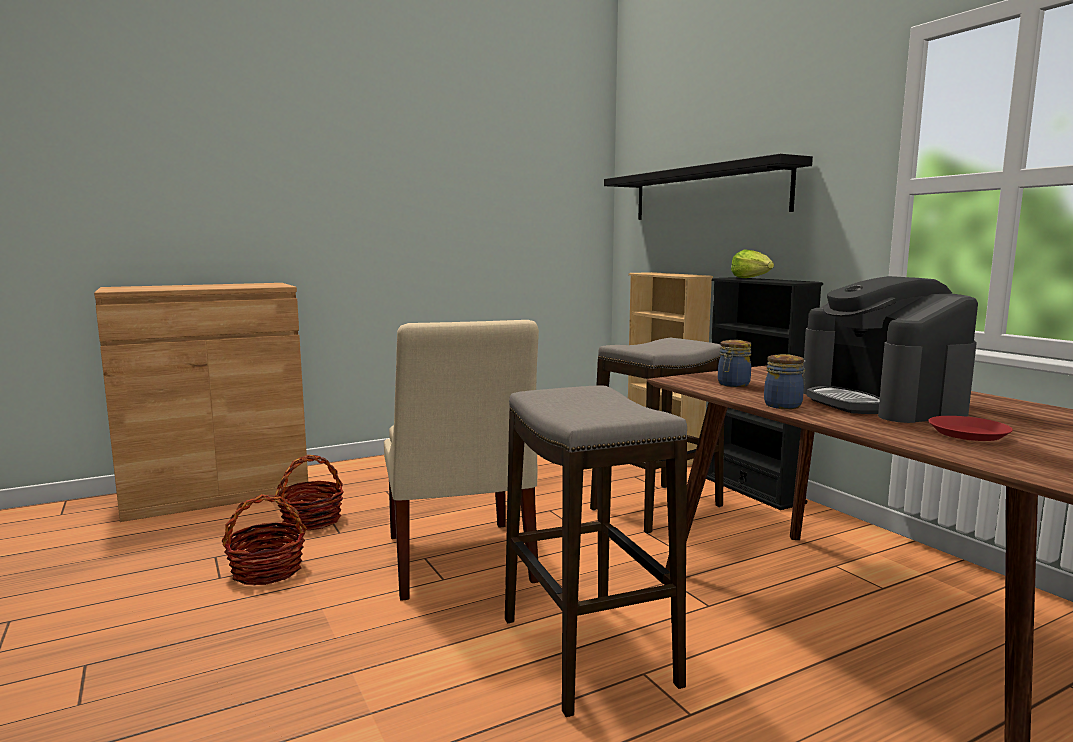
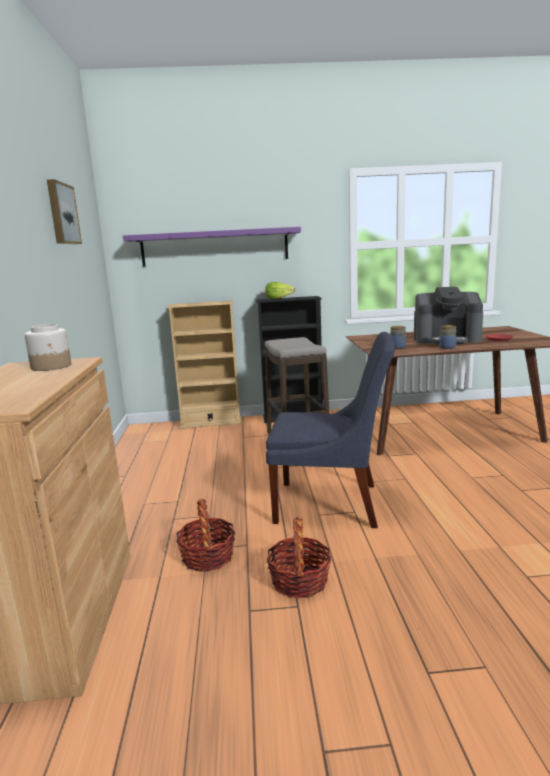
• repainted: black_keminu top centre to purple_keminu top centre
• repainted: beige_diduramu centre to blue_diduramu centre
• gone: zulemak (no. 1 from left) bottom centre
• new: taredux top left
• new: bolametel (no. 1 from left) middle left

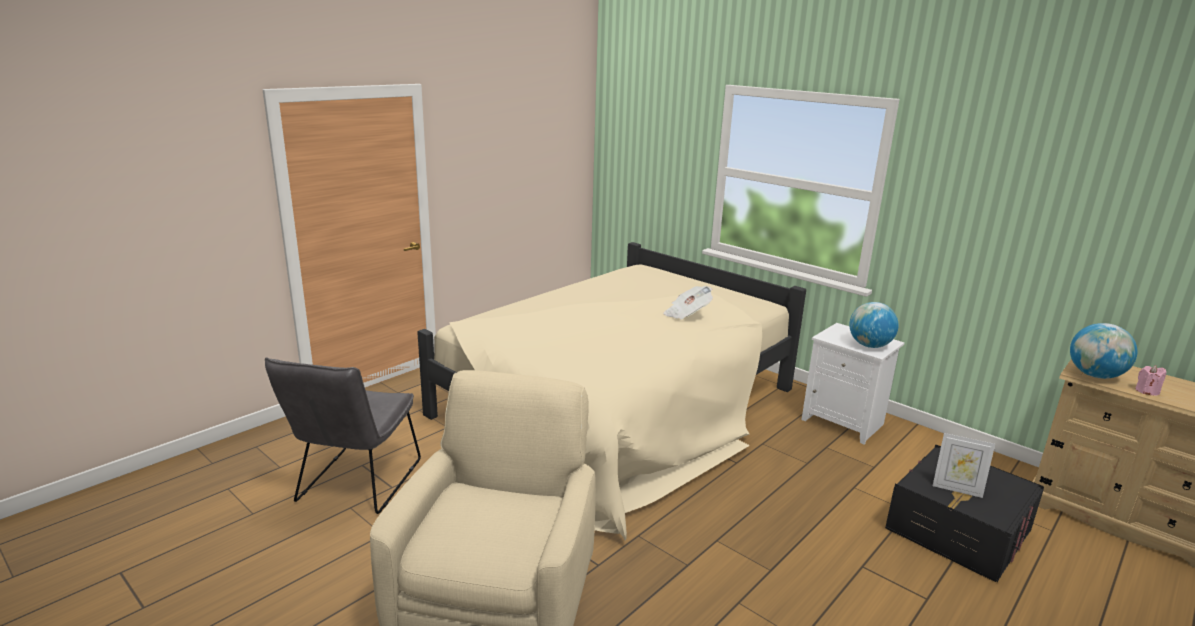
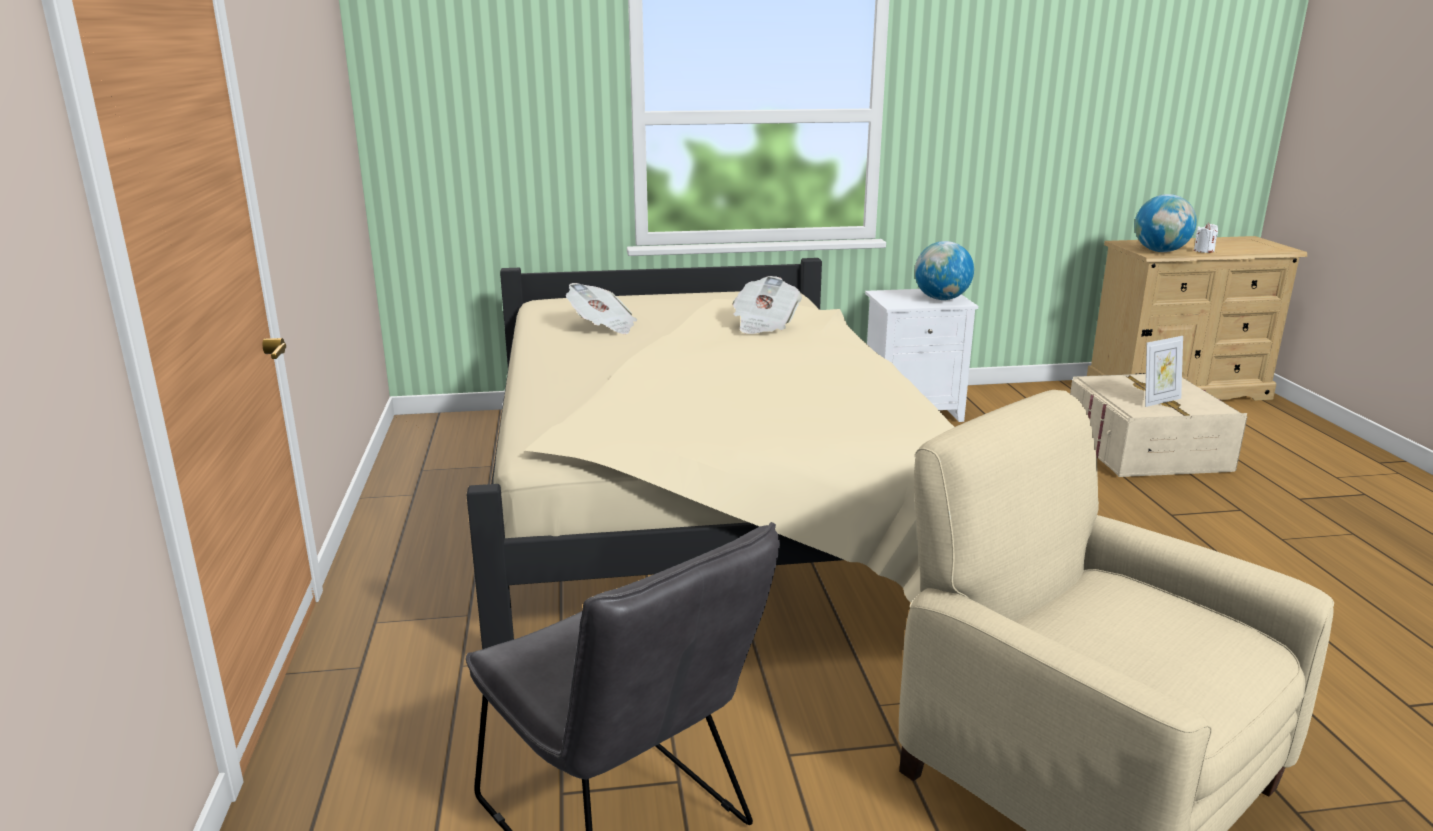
• repainted: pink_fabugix middle right to white_fabugix top right
• repainted: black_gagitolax bottom right to beige_gagitolax middle right
• new: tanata (no. 1 from left) centre

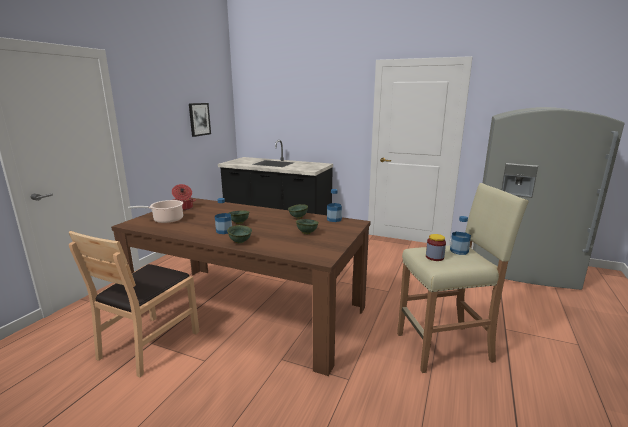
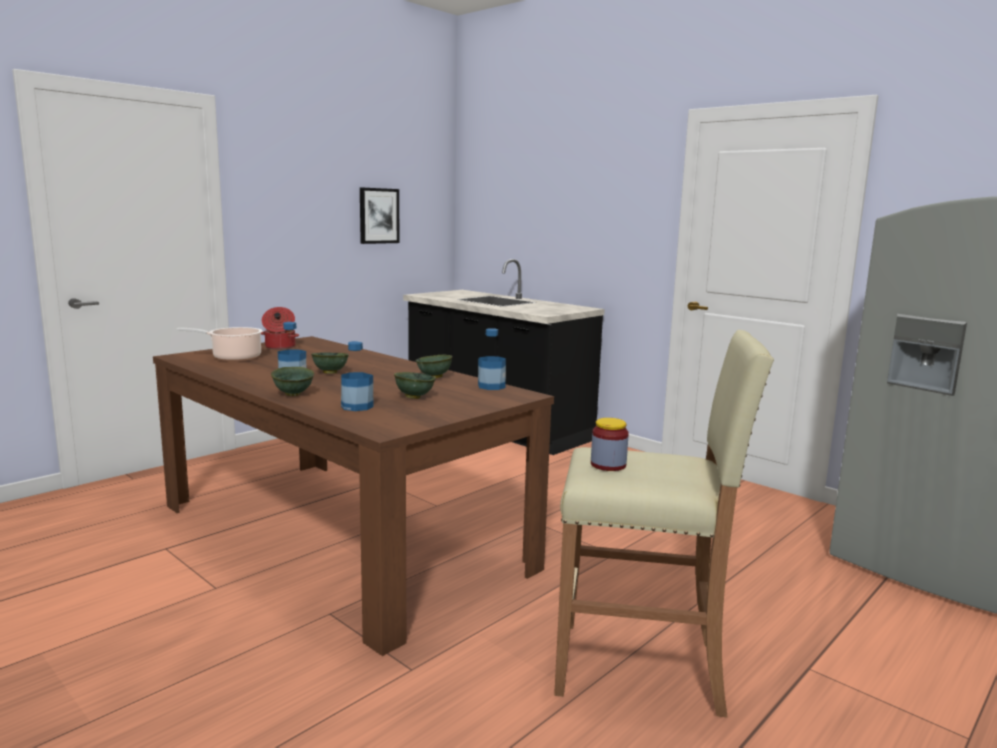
• shifted: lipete (no. 3 from left in the first image) middle right to lipete (no. 2 from left) centre
• gone: brown_diduramu bottom left

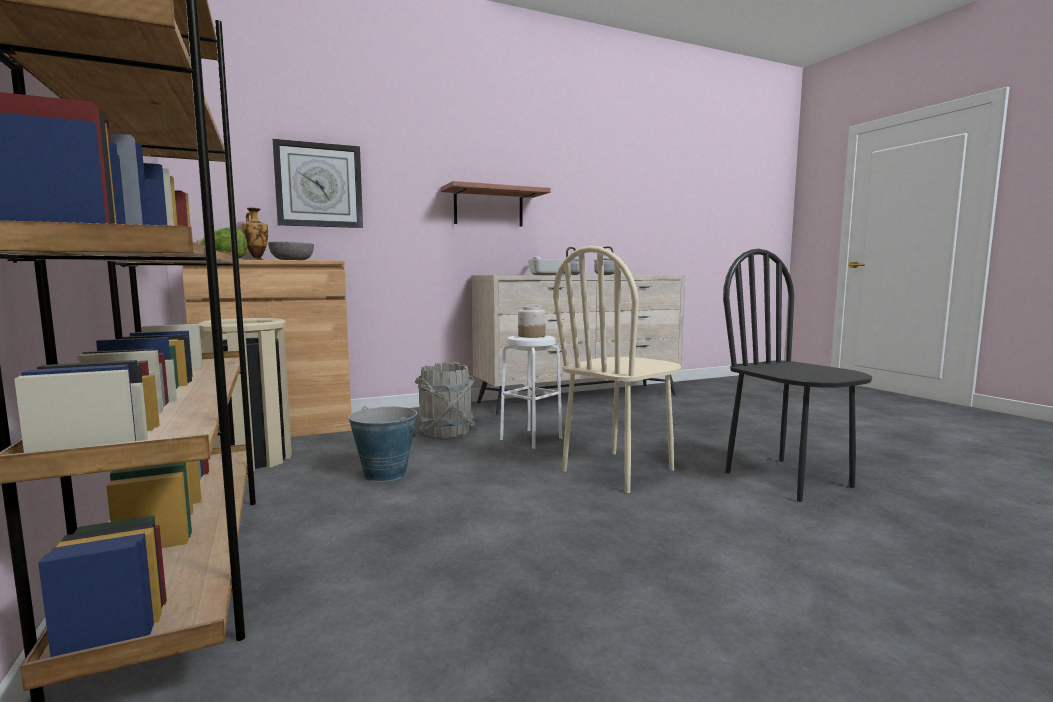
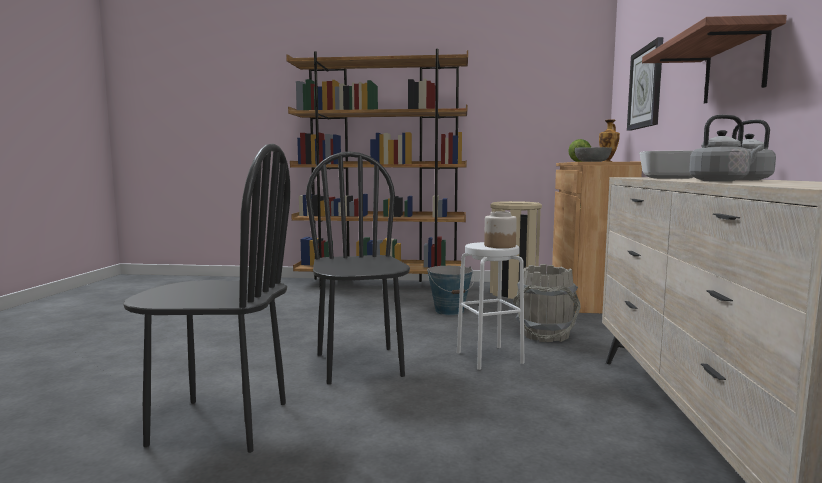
• repainted: beige_diduramu centre to black_diduramu (no. 2 from left) centre

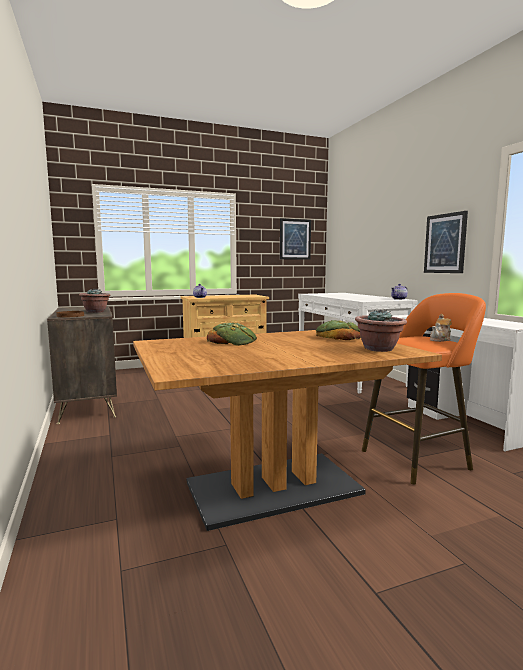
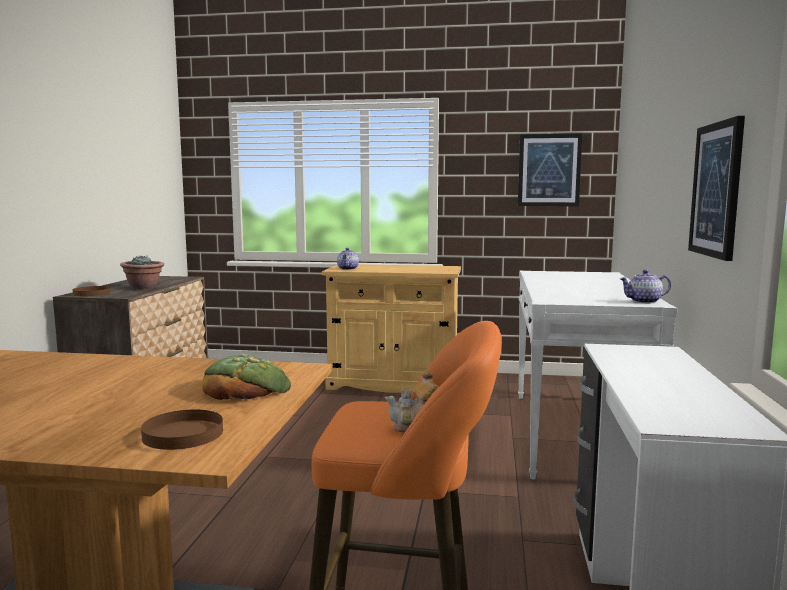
• swapped: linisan (no. 2 from left) middle right to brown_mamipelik (no. 2 from left) bottom left
• gone: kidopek (no. 1 from left) centre

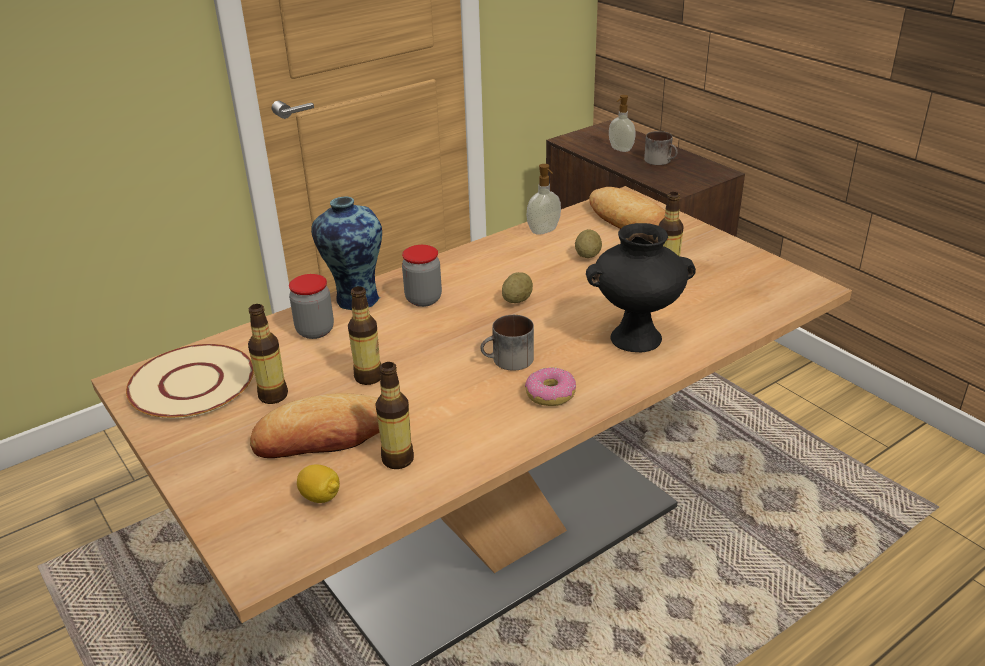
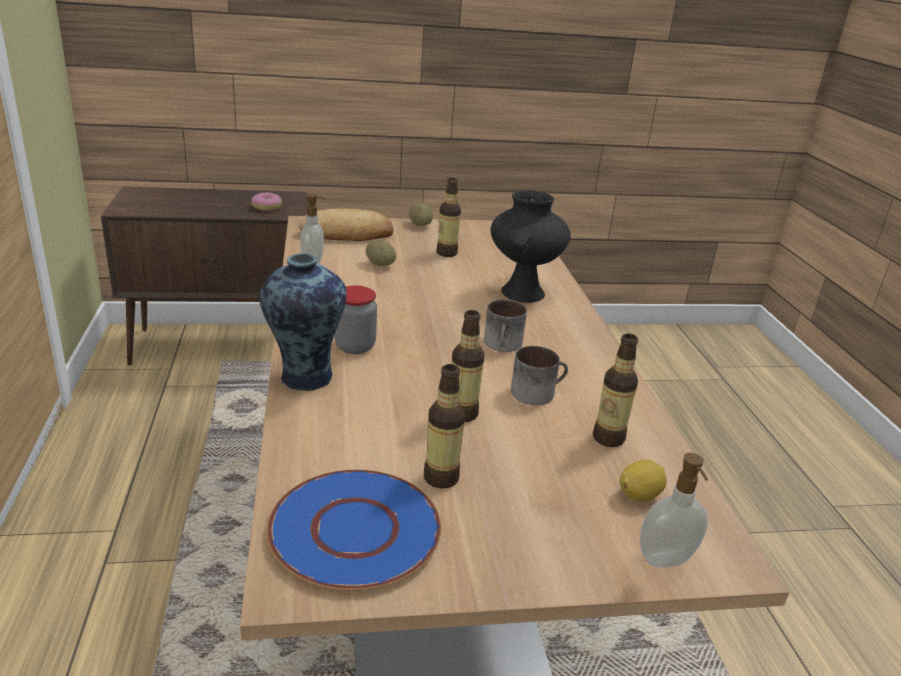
• shifted: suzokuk (no. 2 from left) top centre to bottom right
• shifted: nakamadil (no. 2 from left) top right to centre
• shifted: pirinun (no. 1 from left in the first image) centre to pirinun (no. 2 from left) top centre
• gone: bolametel (no. 1 from left) middle left
• repainted: beige_mamipelik middle left to blue_mamipelik bottom centre
• shifted: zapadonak centre to top left
• gone: kidopek (no. 1 from left) middle left

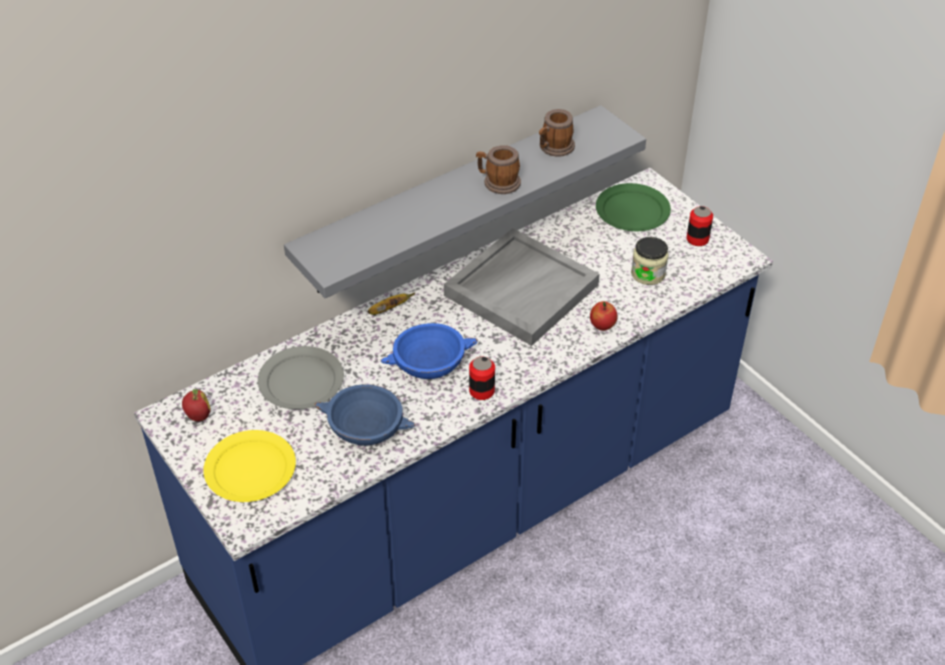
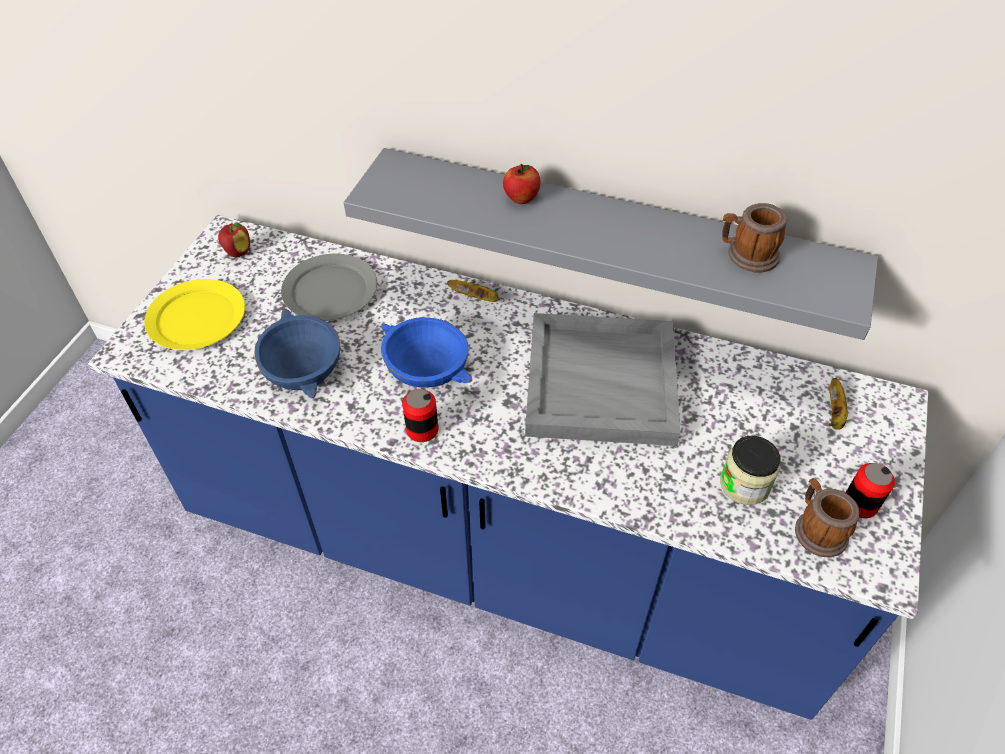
• shifted: nakamadil (no. 1 from left in the first image) top centre to nakamadil (no. 2 from left) bottom right
• swapped: green_mamipelik top right to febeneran (no. 2 from left) middle right
• shifted: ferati (no. 2 from left) centre to top centre

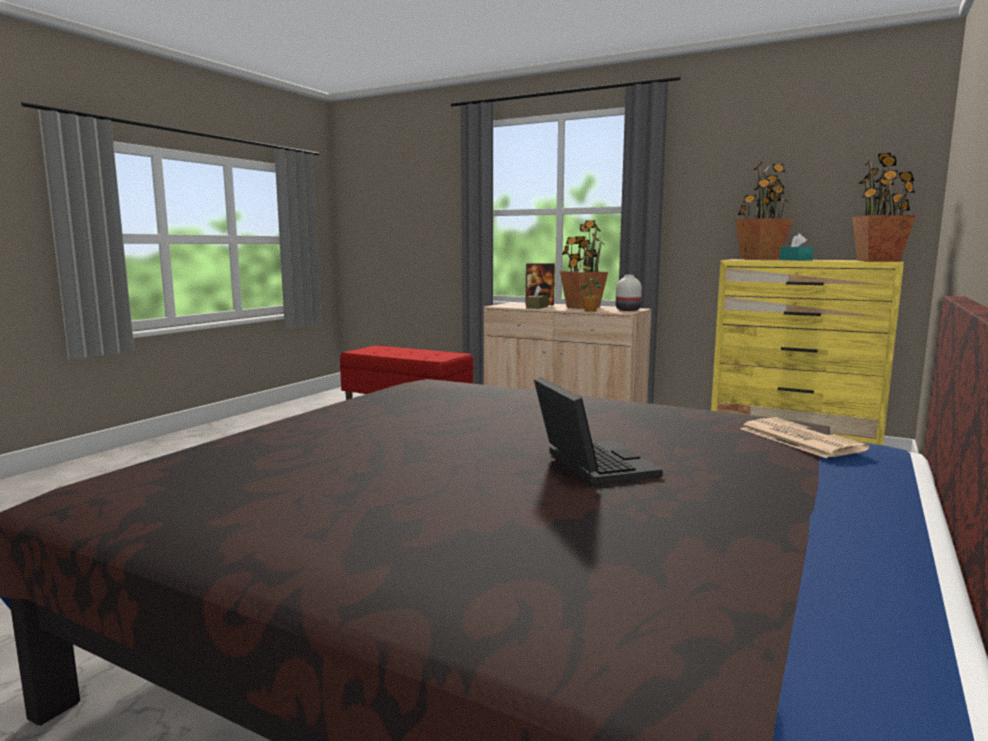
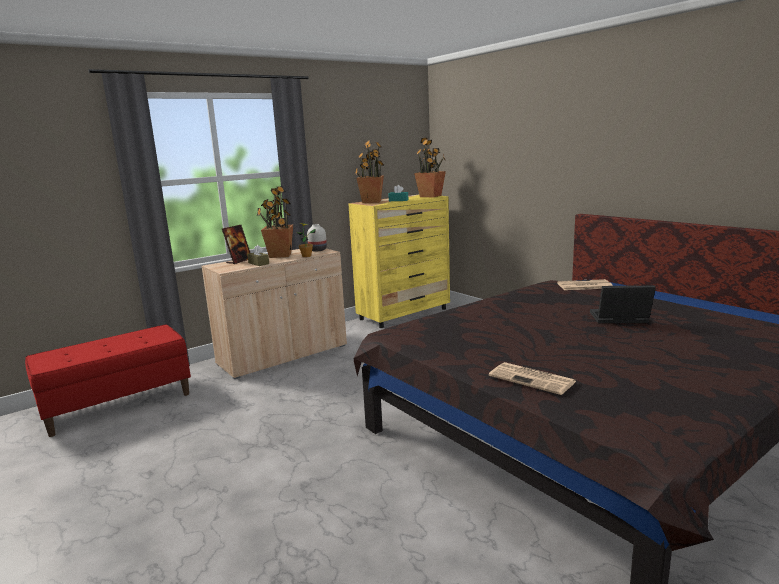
• new: tanata (no. 1 from left) middle right

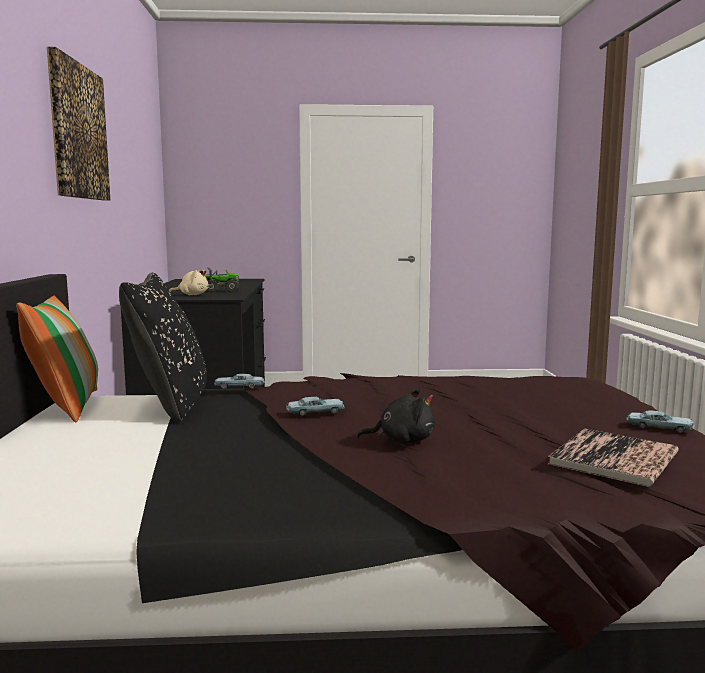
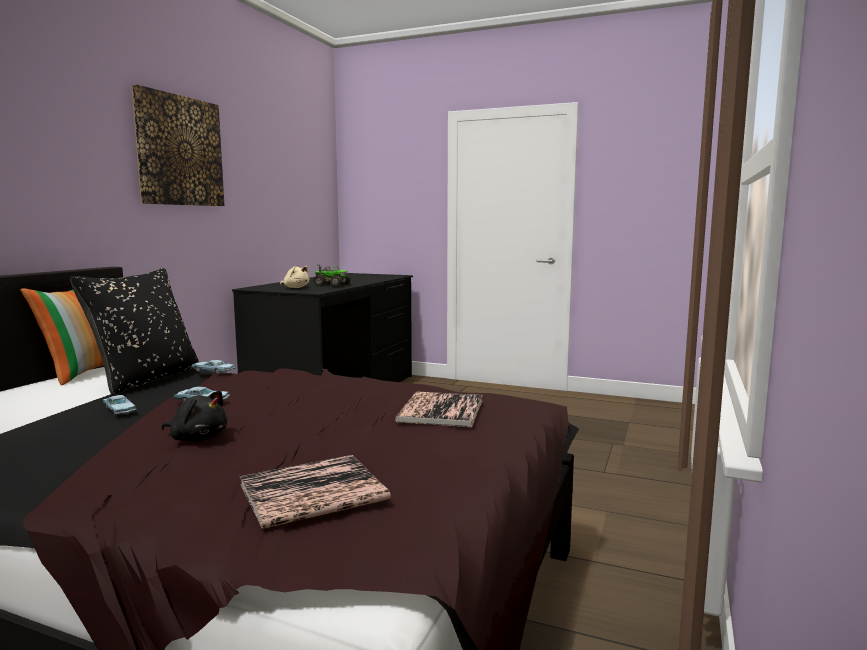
• shifted: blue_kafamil (no. 3 from left in the first image) middle right to blue_kafamil (no. 1 from left) middle left
• new: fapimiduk (no. 2 from left) centre

